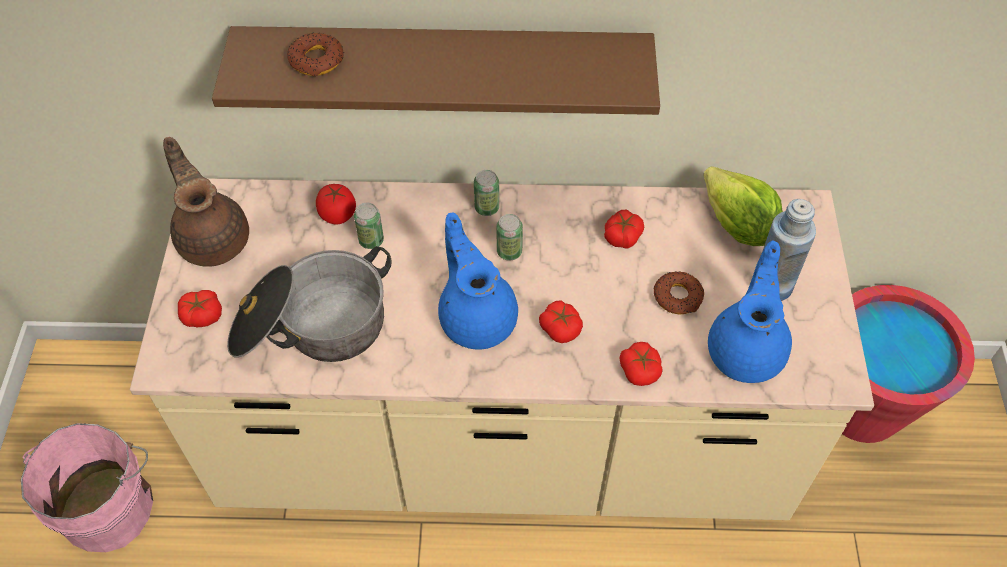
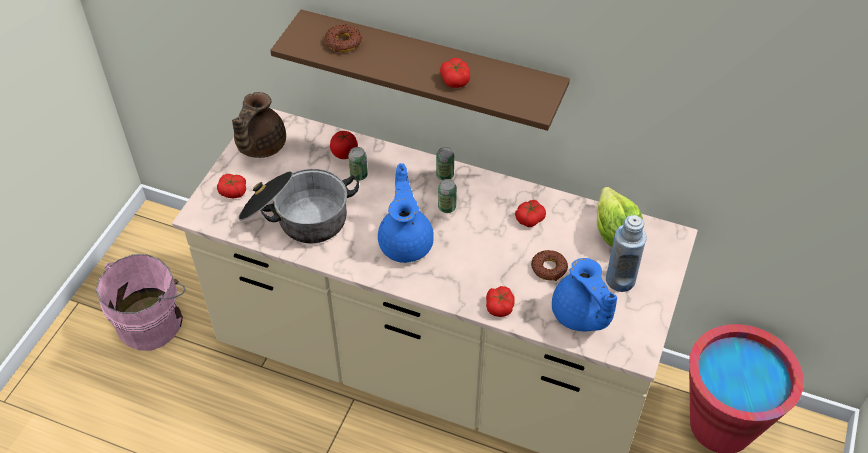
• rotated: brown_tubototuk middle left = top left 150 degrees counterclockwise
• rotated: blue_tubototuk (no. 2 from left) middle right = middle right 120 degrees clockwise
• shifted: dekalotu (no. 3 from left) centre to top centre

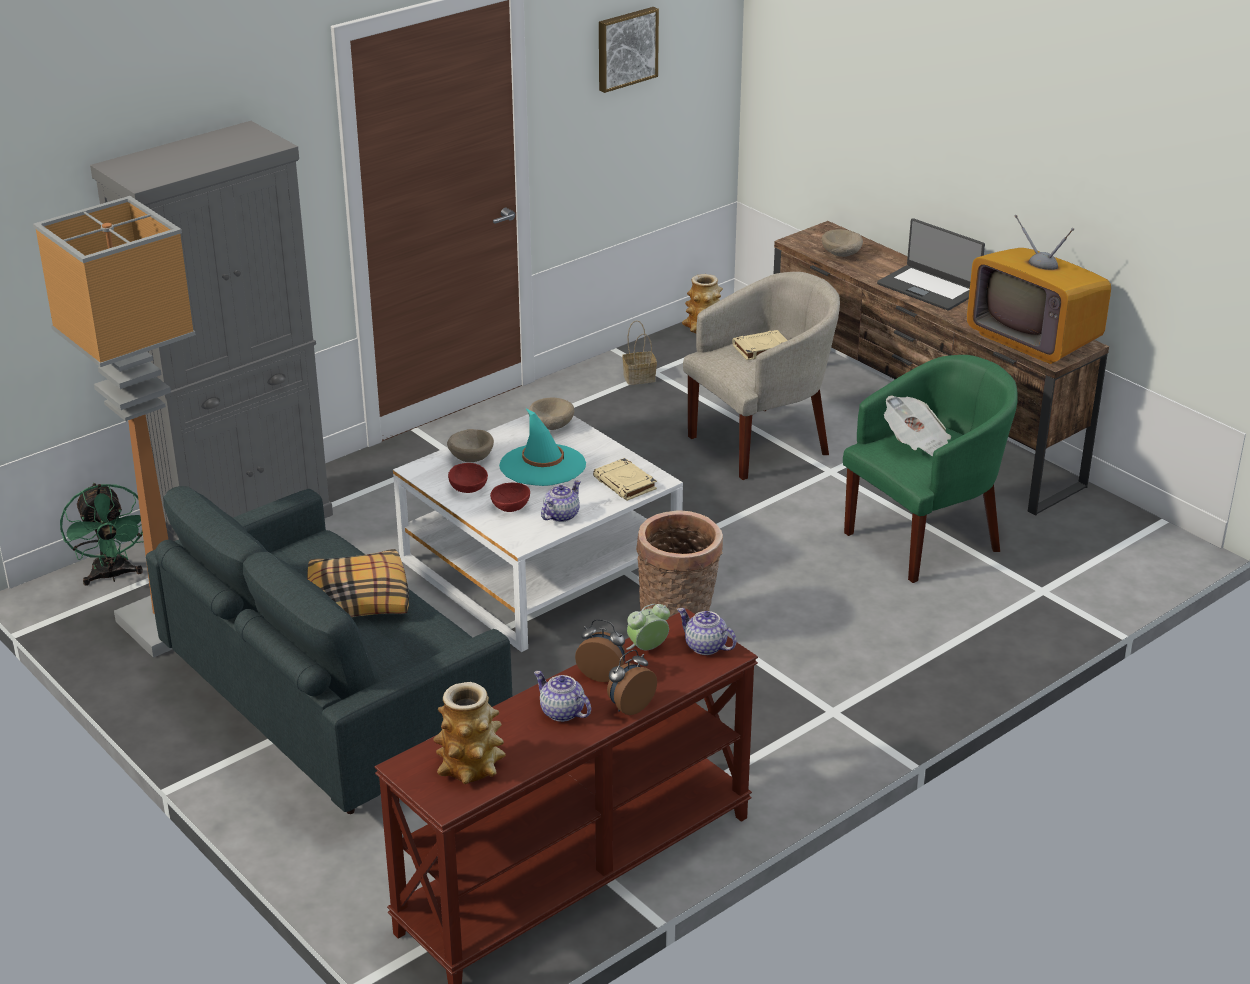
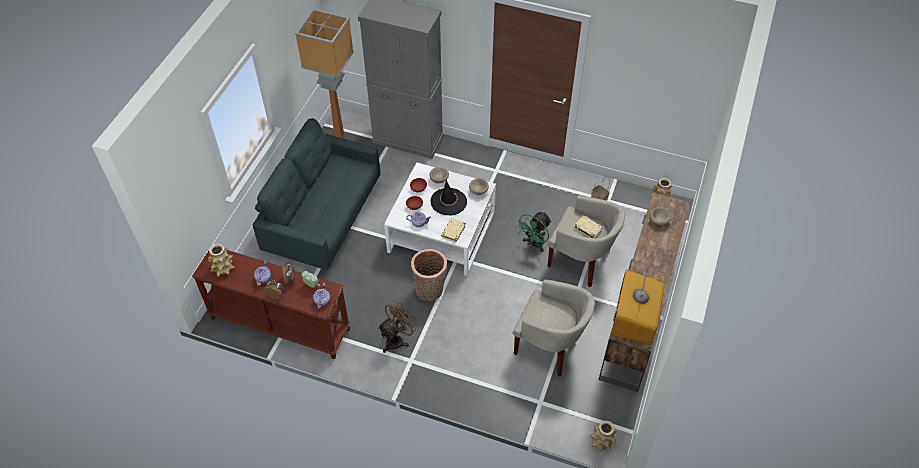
• gone: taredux top centre
• gone: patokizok top right
• repainted: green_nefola middle right to beige_nefola (no. 1 from left) bottom centre
• gone: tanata middle right
• repainted: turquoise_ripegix centre to black_ripegix centre
• shifted: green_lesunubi middle left to centre
• gone: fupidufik middle left
• new: brown_lesunubi bottom centre
• new: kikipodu (no. 2 from left) bottom centre

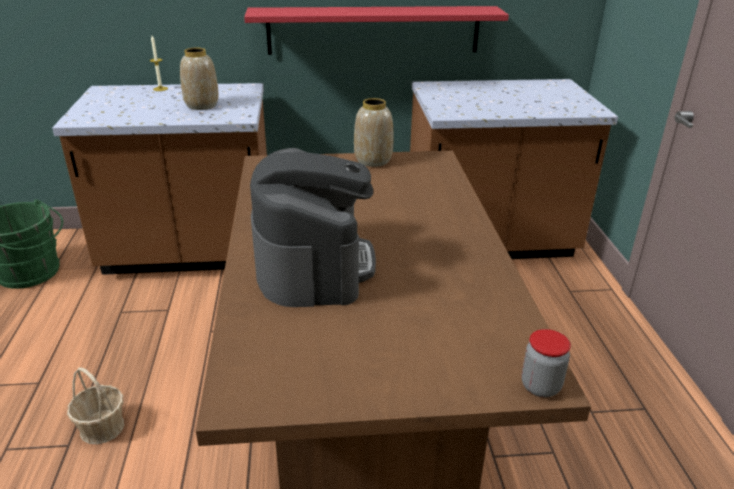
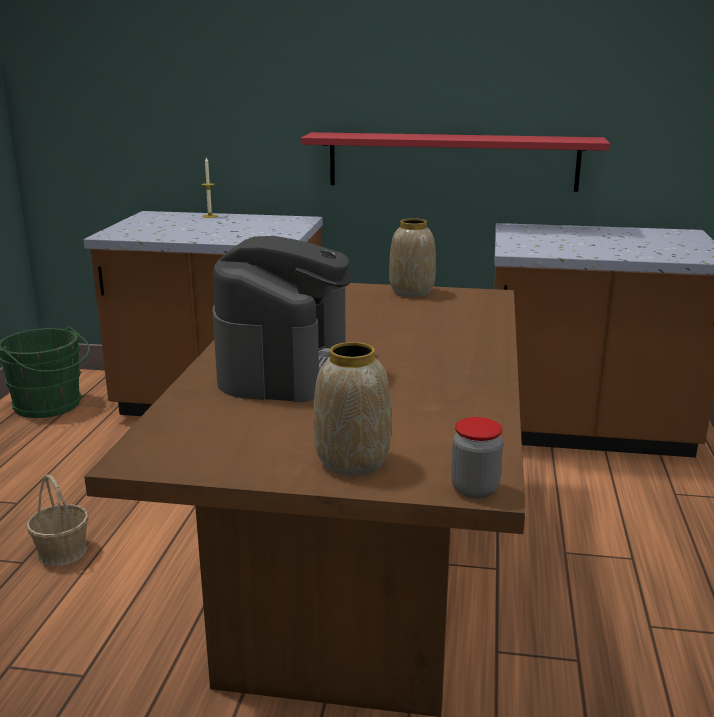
• shifted: kikipodu (no. 1 from left) top left to centre

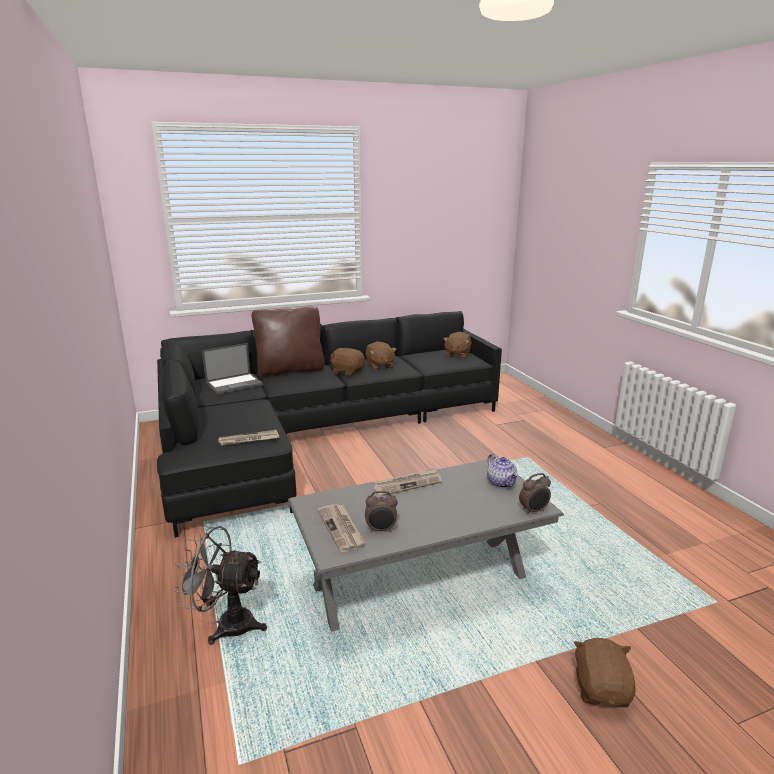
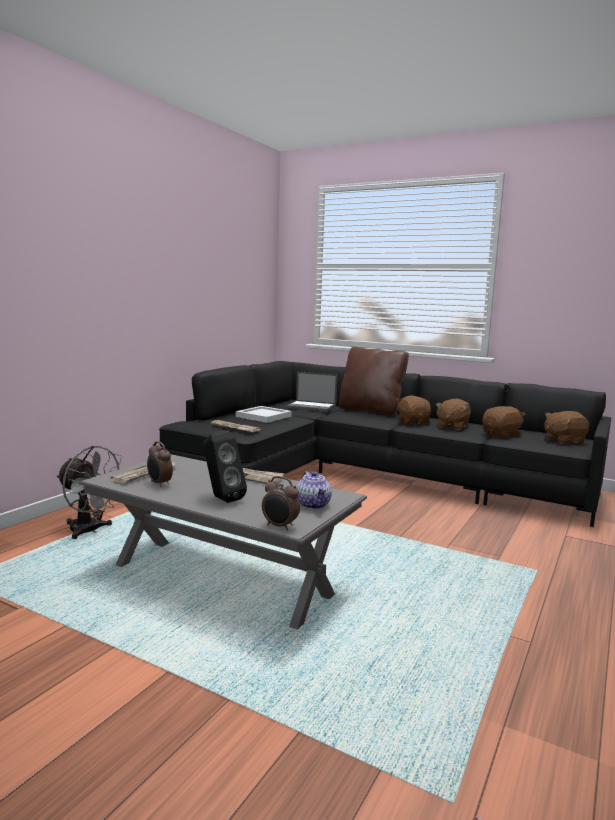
• rotated: tubototuk centre = centre 45 degrees counterclockwise
• rotated: grey_lesunubi bottom left = middle left 150 degrees clockwise
• shifted: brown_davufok (no. 4 from left in the first image) bottom right to brown_davufok (no. 3 from left) middle right
• new: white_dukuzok centre
• new: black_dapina centre

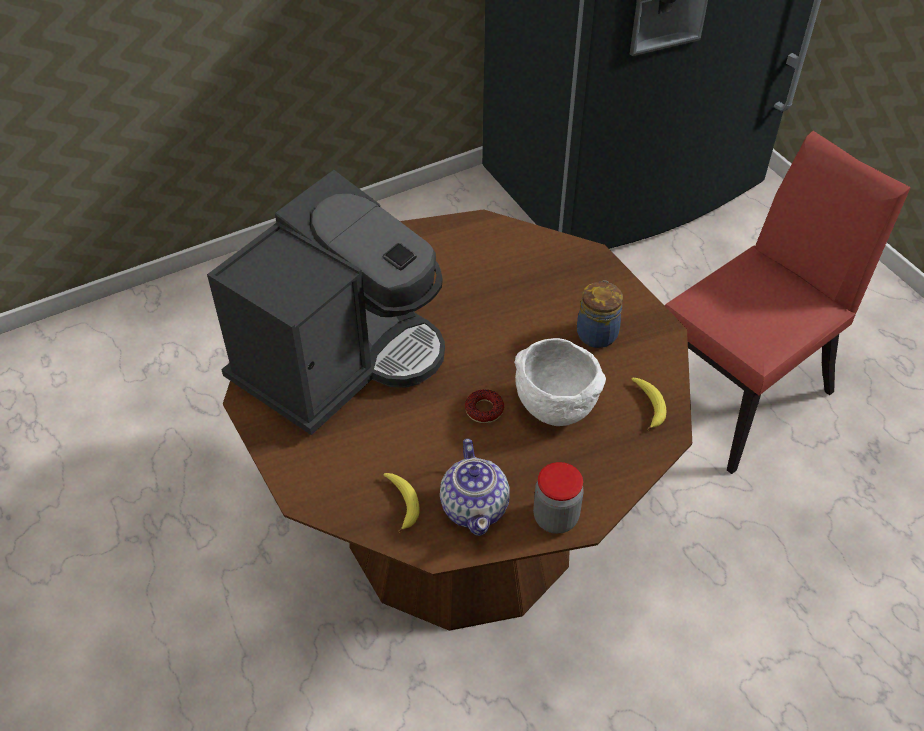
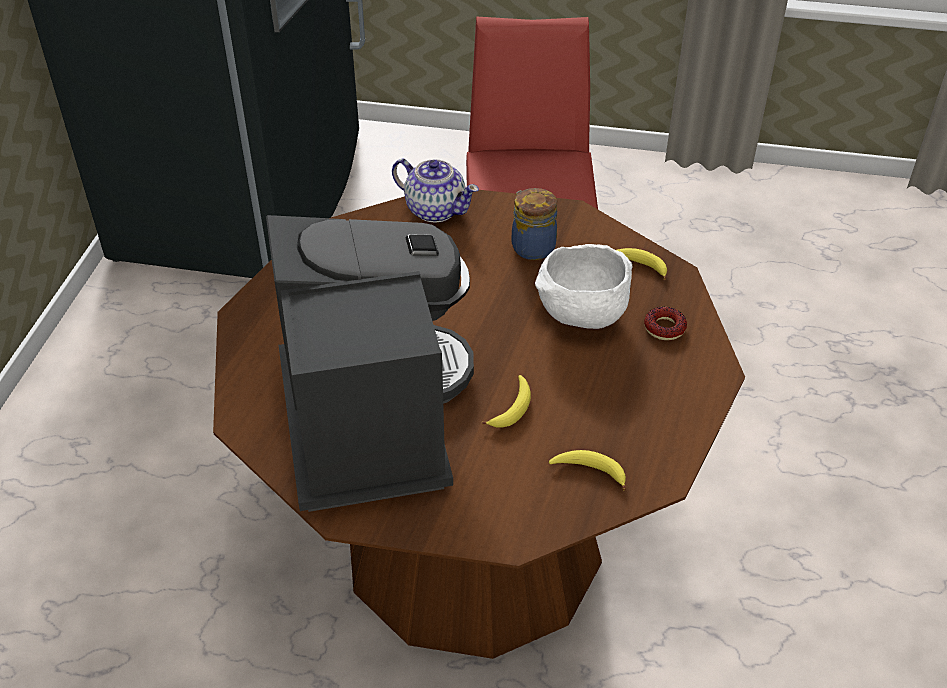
• shifted: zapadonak centre to middle right
• shifted: tubototuk centre to top centre
• gone: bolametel (no. 1 from left) bottom centre
• new: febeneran (no. 1 from left) centre

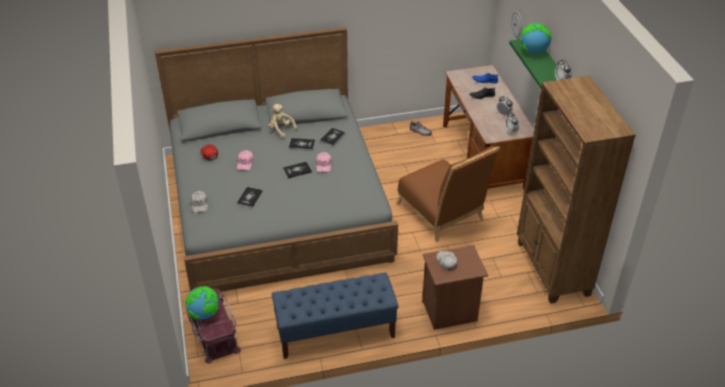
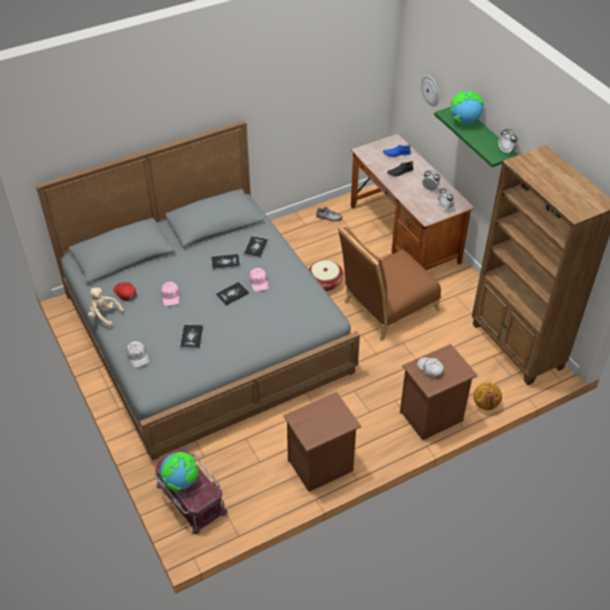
• shifted: beige_davufok top centre to middle left
• rotated: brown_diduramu centre = centre 105 degrees clockwise
• swapped: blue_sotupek bottom centre to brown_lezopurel (no. 1 from left) bottom centre
• new: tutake centre
• new: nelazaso middle right

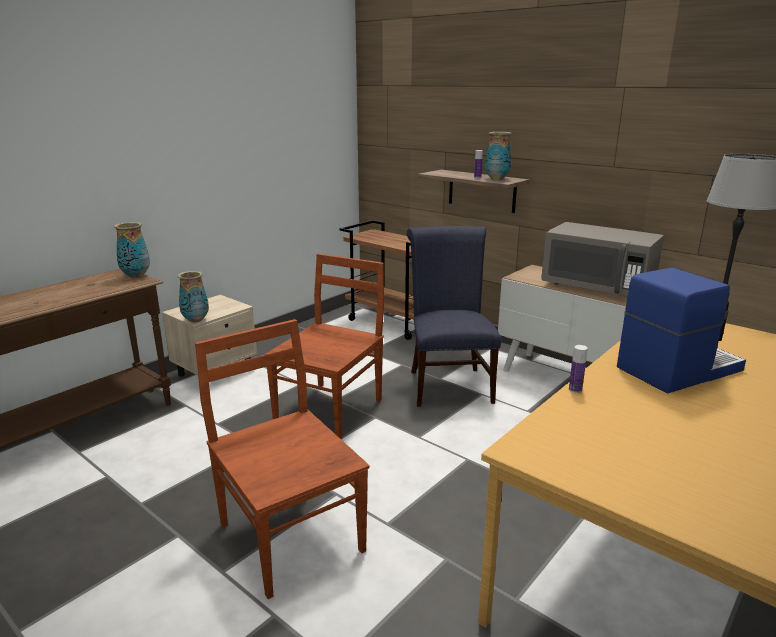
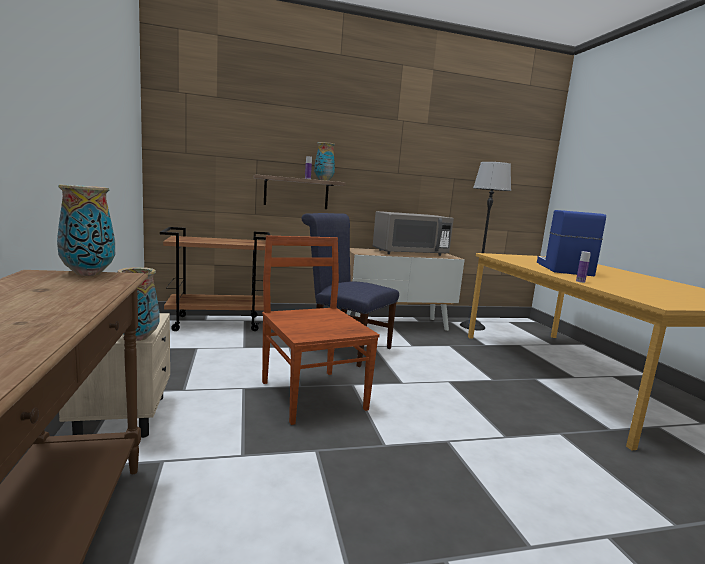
• gone: brown_diduramu (no. 1 from left) bottom centre

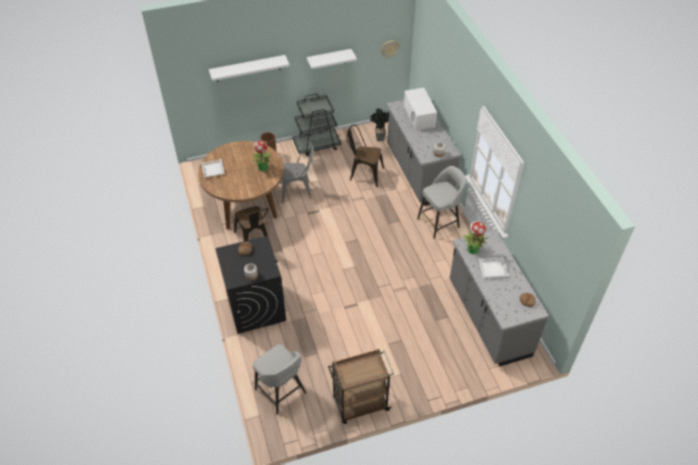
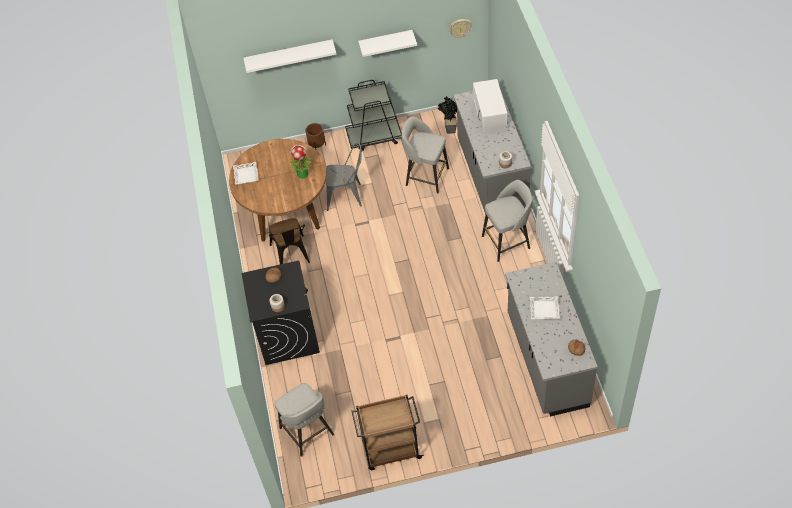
• swapped: brown_diduramu (no. 2 from left) centre to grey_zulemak (no. 2 from left) top centre
• gone: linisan (no. 3 from left) middle right

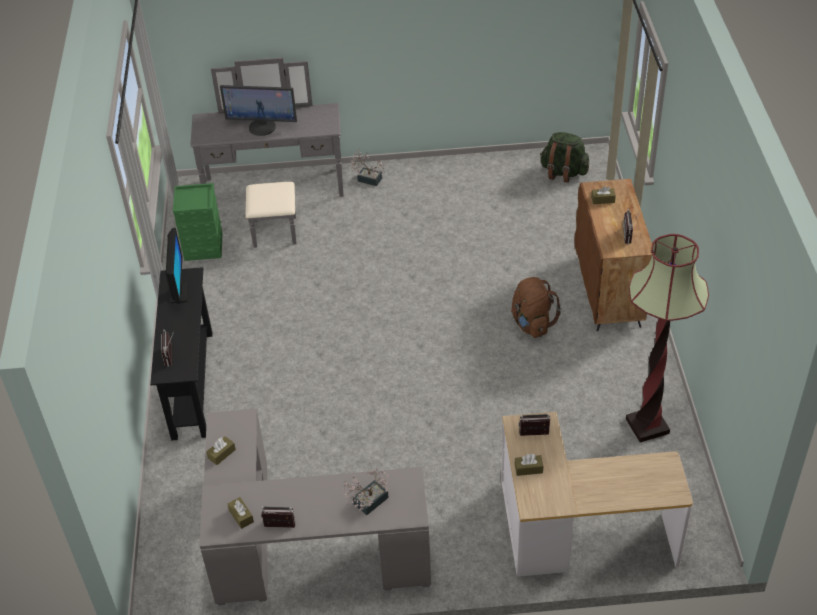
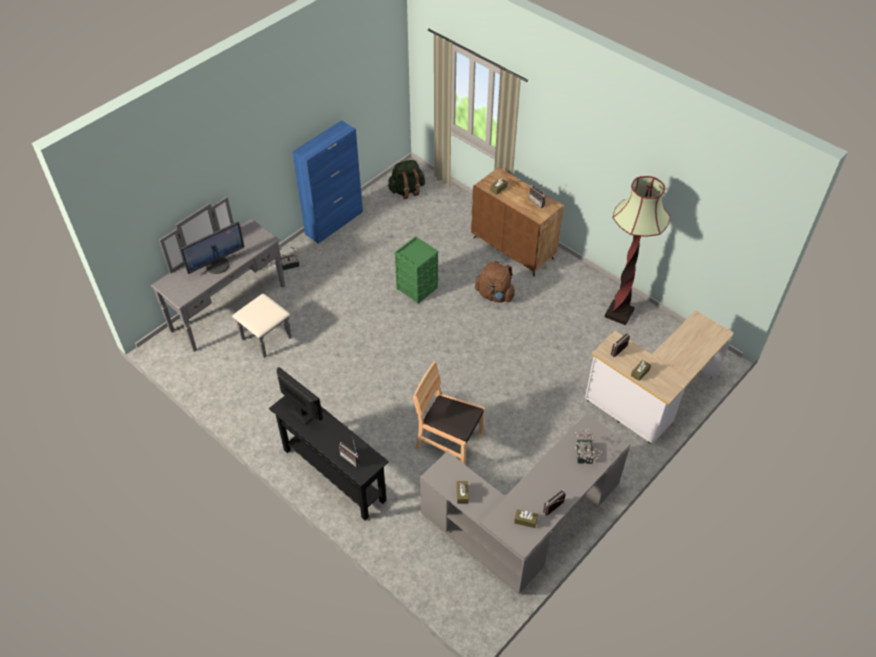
• shifted: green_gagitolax middle left to centre
• new: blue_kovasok top centre
• new: brown_diduramu centre

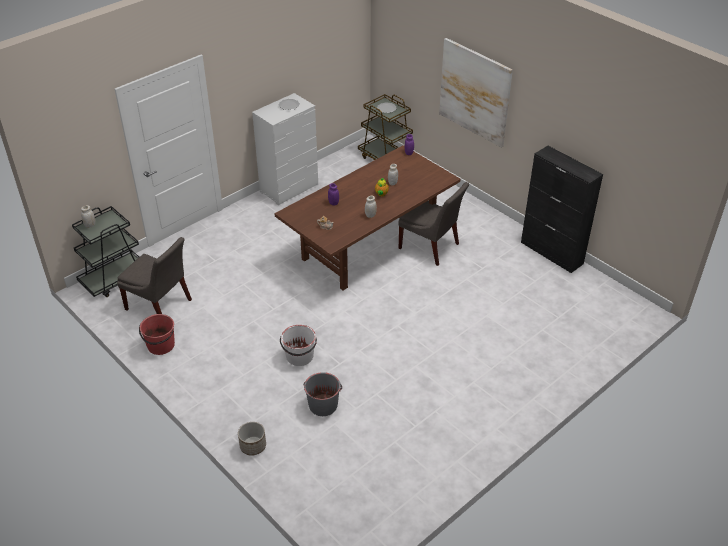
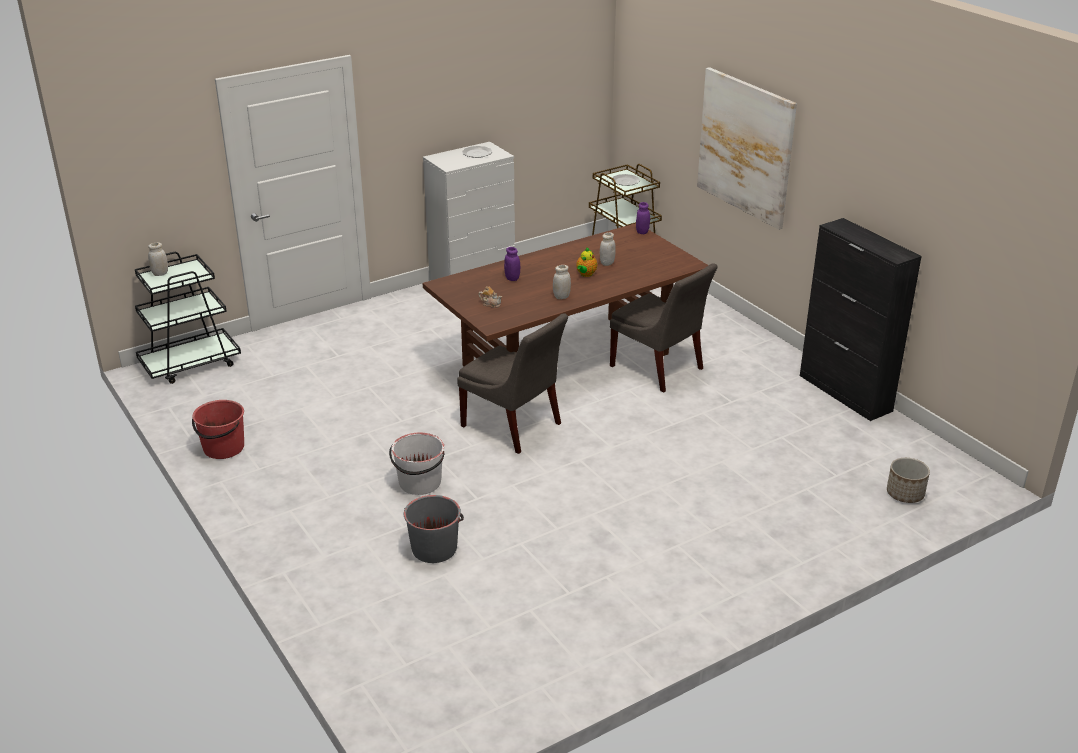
• shifted: grey_diduramu (no. 1 from left) middle left to centre
• shifted: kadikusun bottom centre to middle right

